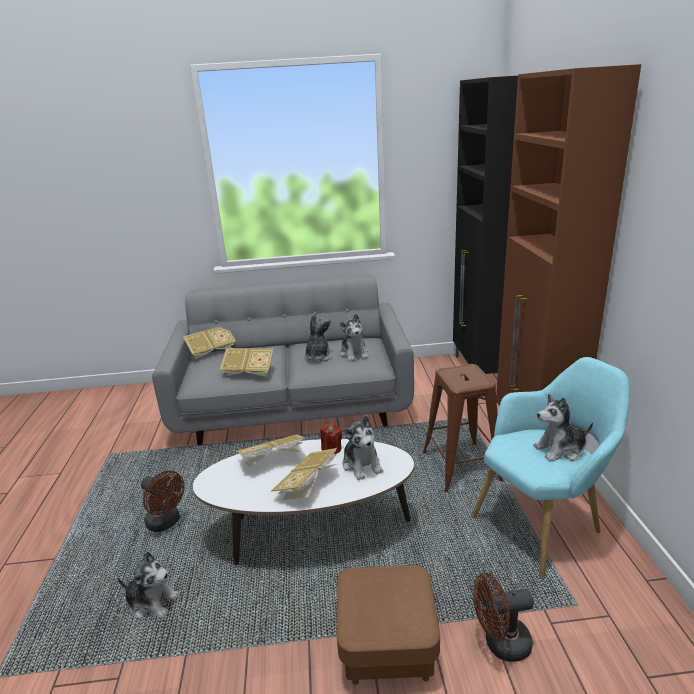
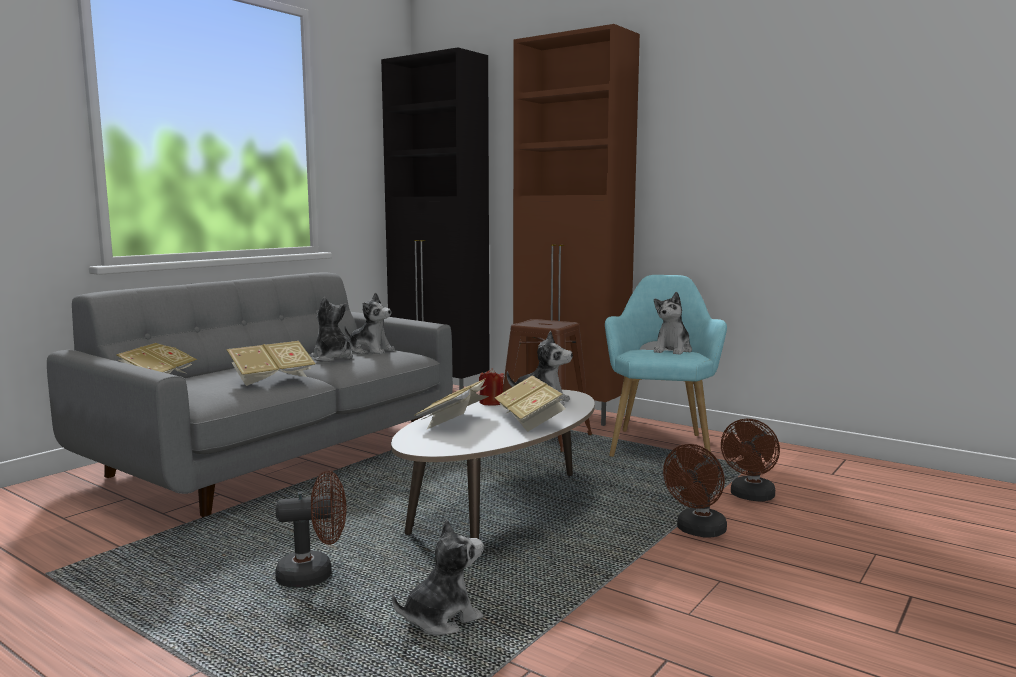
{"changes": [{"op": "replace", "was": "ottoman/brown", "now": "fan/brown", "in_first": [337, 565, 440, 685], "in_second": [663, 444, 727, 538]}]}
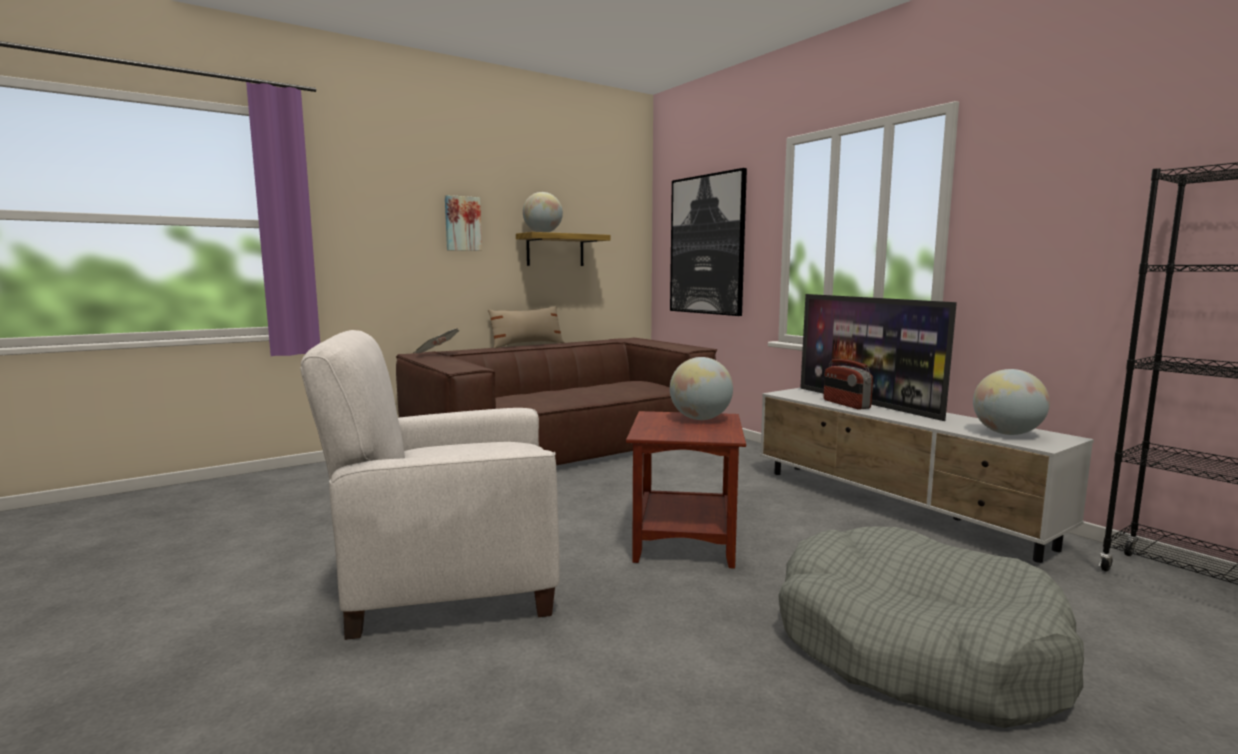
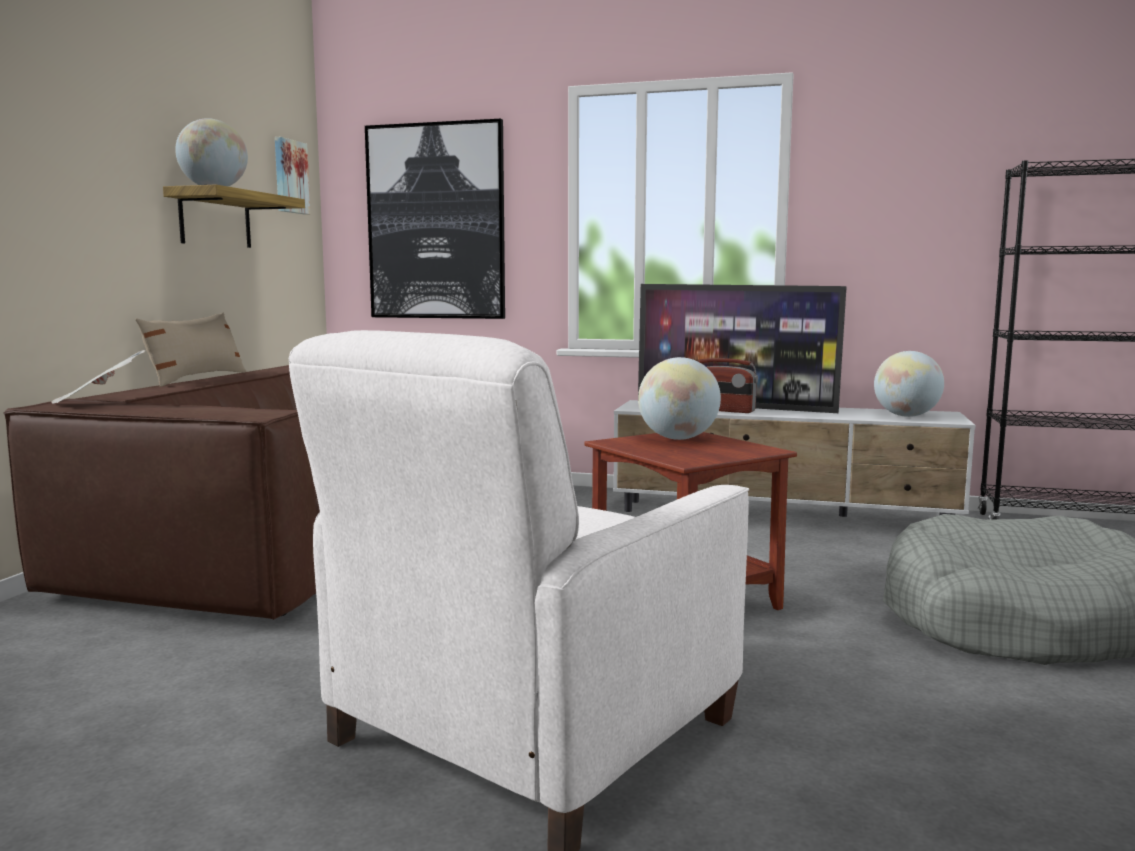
{"changes": [{"op": "move", "was": "picture", "in_first": [445, 195, 482, 251], "in_second": [275, 137, 310, 215]}]}
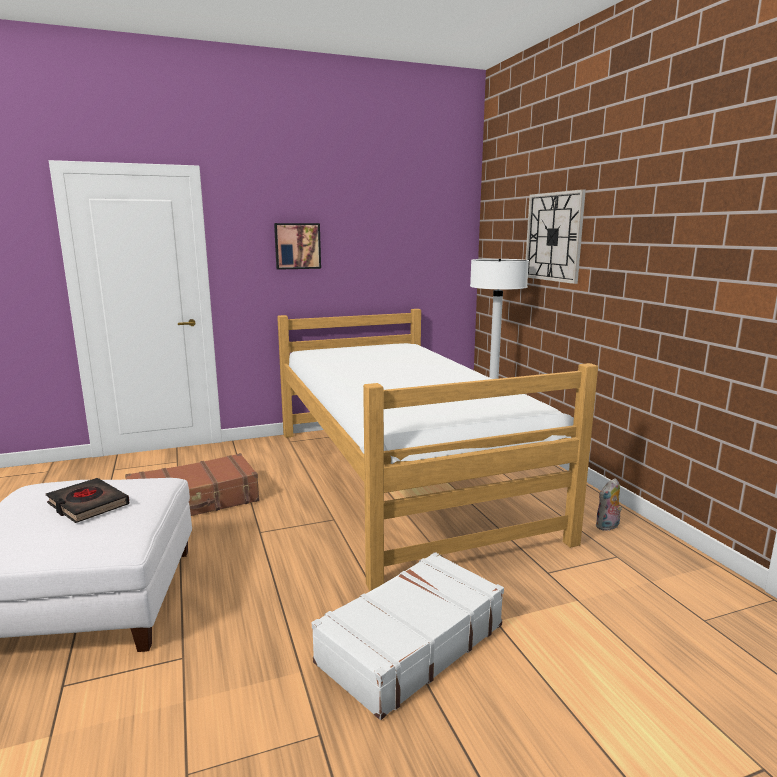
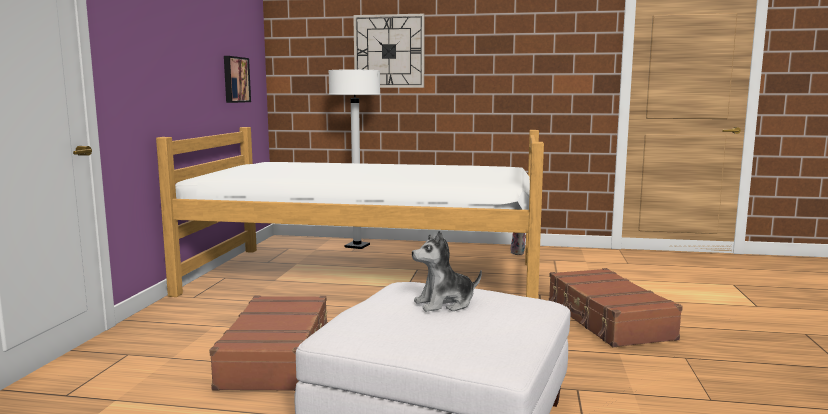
{"changes": [{"op": "replace", "was": "book/black", "now": "plush toy", "in_first": [46, 478, 129, 523], "in_second": [412, 230, 482, 312]}, {"op": "move", "was": "picture", "in_first": [274, 223, 321, 270], "in_second": [224, 56, 251, 103]}, {"op": "recolor", "was": "suitcase/white", "now": "suitcase/brown", "in_first": [312, 552, 504, 720], "in_second": [549, 268, 683, 347]}]}
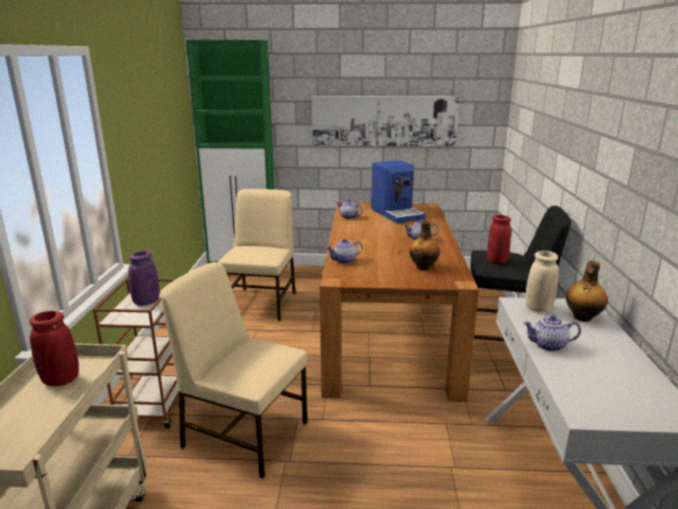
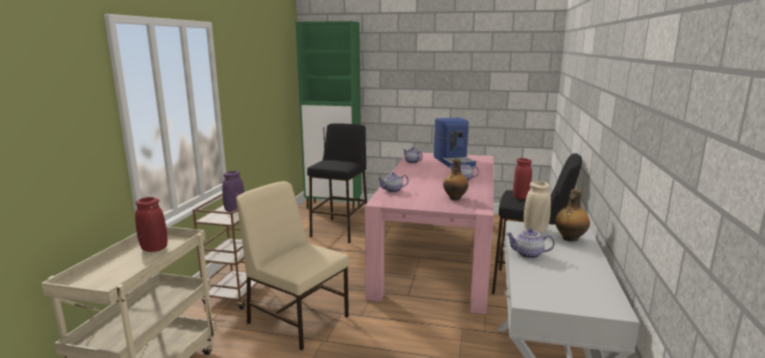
{"changes": [{"op": "replace", "was": "chair/beige", "now": "stool/black", "in_first": [218, 189, 295, 321], "in_second": [307, 123, 367, 243]}, {"op": "delete", "was": "picture", "in_first": [312, 96, 459, 146]}, {"op": "recolor", "was": "dining table/brown", "now": "dining table/pink", "in_first": [320, 203, 479, 402], "in_second": [365, 153, 494, 315]}]}
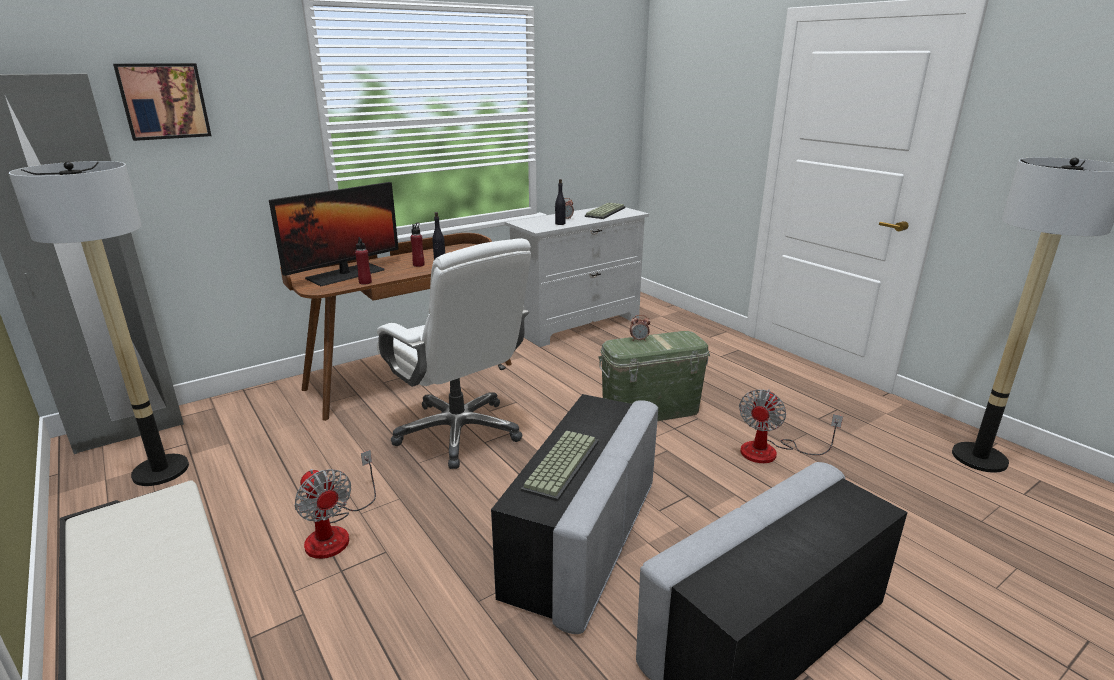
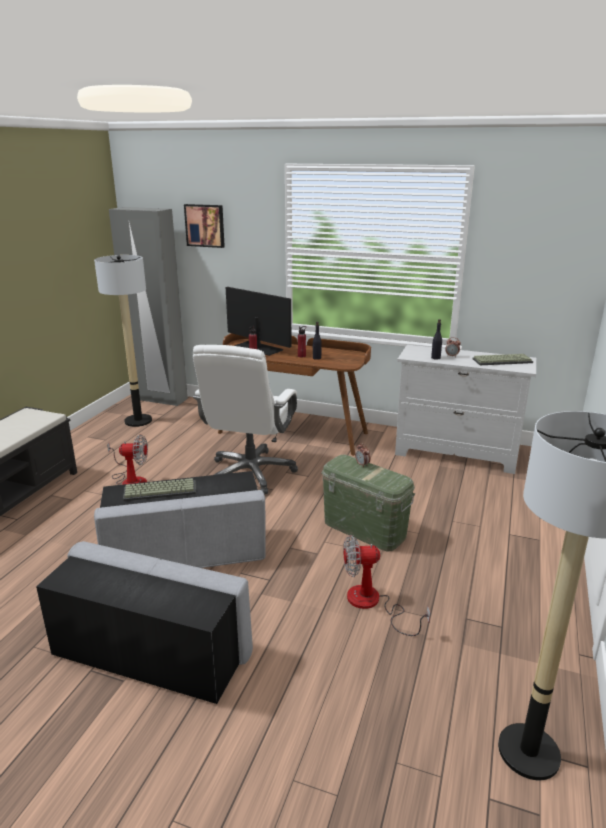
{"changes": [{"op": "rotate", "was": "monitor", "in_first": [269, 182, 399, 286], "in_second": [226, 287, 292, 356], "clockwise": -150}, {"op": "rotate", "was": "fan", "in_first": [294, 450, 376, 559], "in_second": [107, 435, 148, 485], "clockwise": -105}]}
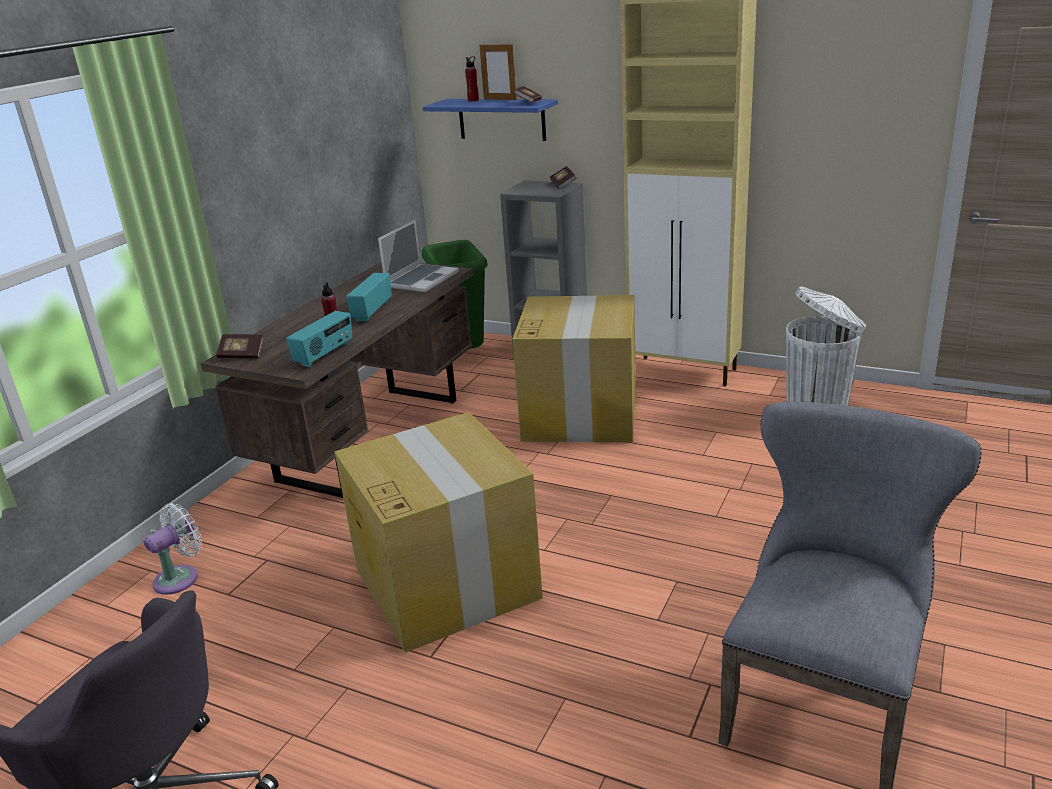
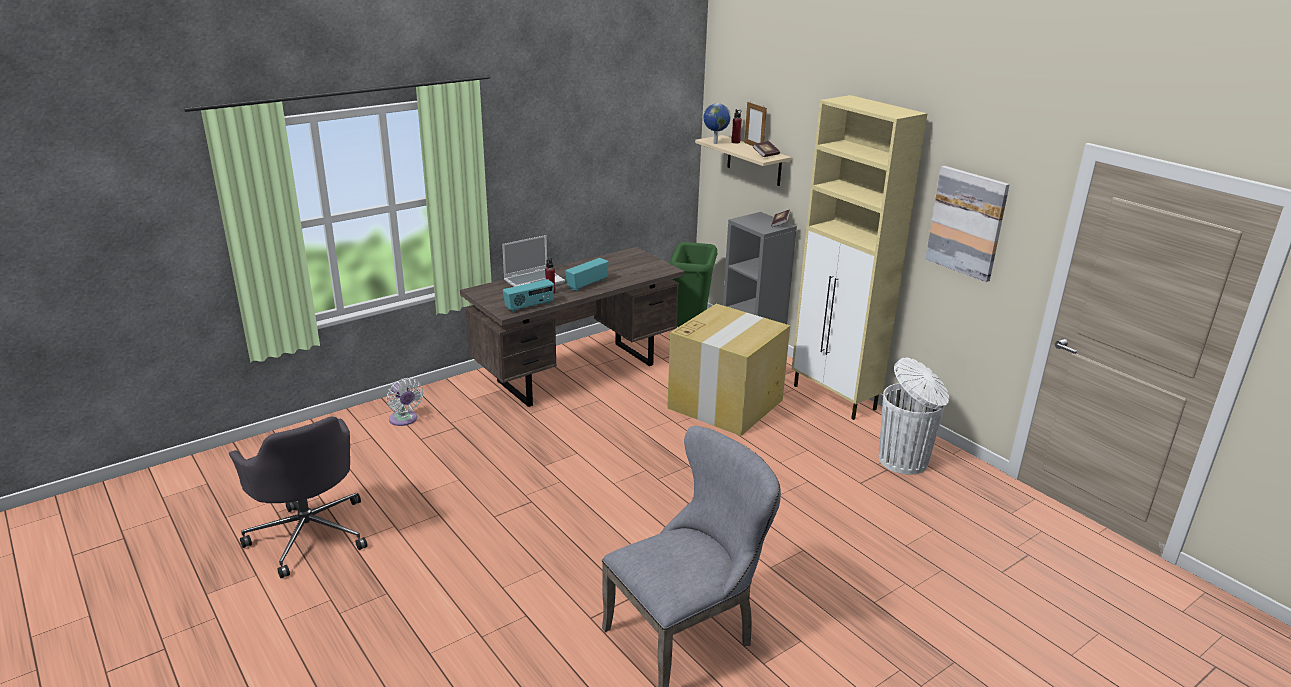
{"changes": [{"op": "rotate", "was": "fan/white", "in_first": [144, 503, 202, 595], "in_second": [386, 378, 423, 426], "clockwise": 75}, {"op": "delete", "was": "book", "in_first": [216, 334, 264, 359]}, {"op": "delete", "was": "cardboard box", "in_first": [334, 412, 543, 653]}, {"op": "move", "was": "laptop", "in_first": [378, 220, 459, 292], "in_second": [502, 235, 565, 287]}, {"op": "recolor", "was": "shelf/blue", "now": "shelf/beige", "in_first": [423, 99, 558, 141], "in_second": [695, 135, 791, 186]}, {"op": "insert", "now": "globe", "in_second": [704, 103, 731, 144]}, {"op": "insert", "now": "picture", "in_second": [925, 166, 1010, 282]}]}
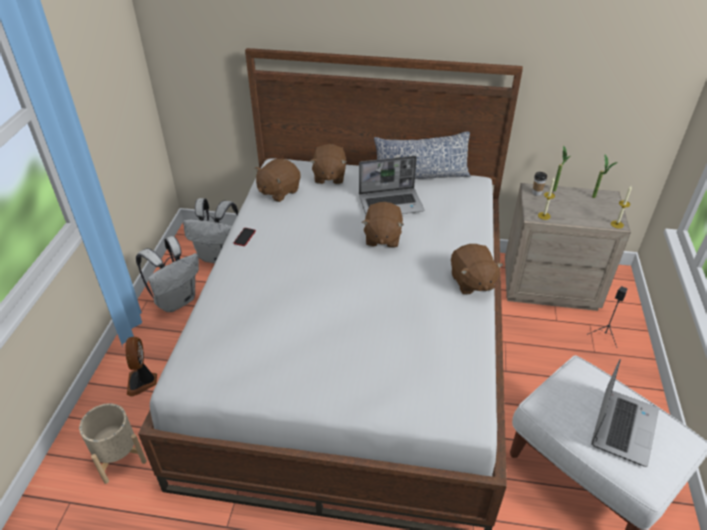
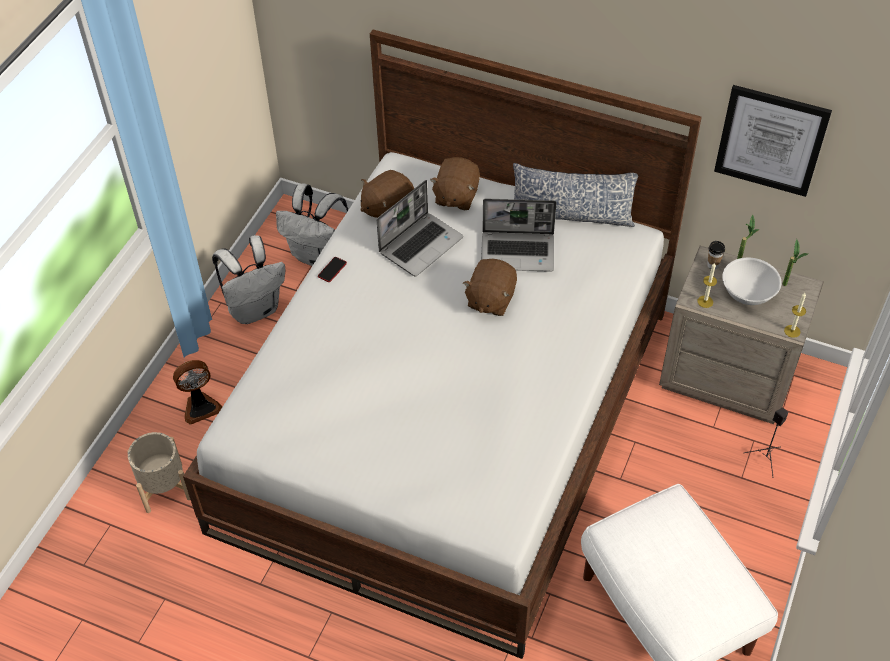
{"changes": [{"op": "rotate", "was": "fan", "in_first": [126, 337, 157, 396], "in_second": [173, 360, 222, 425], "clockwise": -120}, {"op": "delete", "was": "plush toy/brown", "in_first": [451, 244, 503, 295]}, {"op": "move", "was": "laptop", "in_first": [591, 359, 659, 467], "in_second": [377, 180, 463, 276]}, {"op": "insert", "now": "picture", "in_second": [714, 85, 832, 197]}, {"op": "insert", "now": "bowl/white", "in_second": [722, 258, 782, 305]}]}
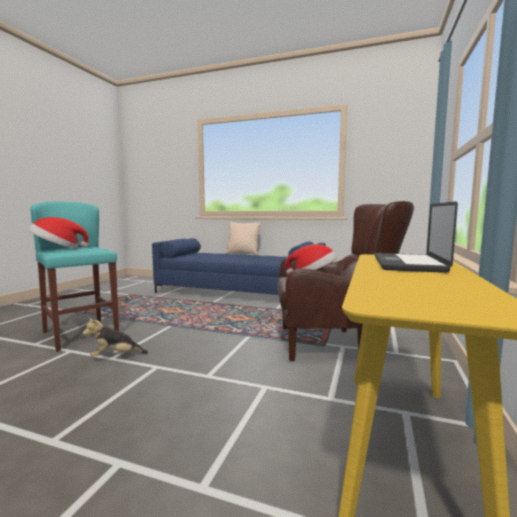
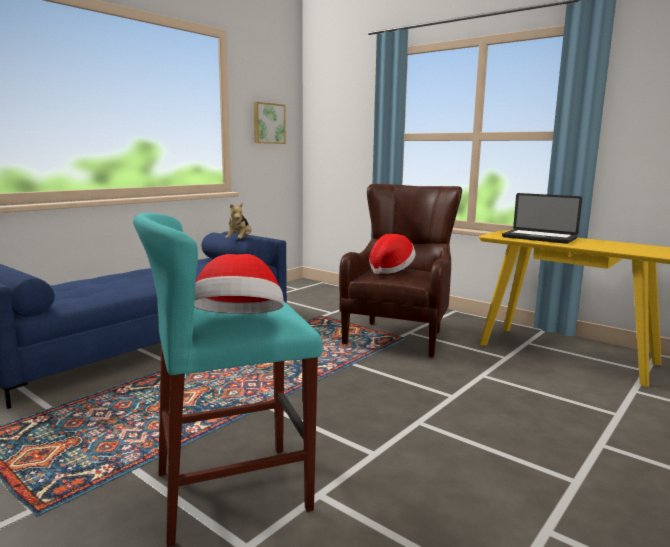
{"changes": [{"op": "move", "was": "plush toy", "in_first": [83, 317, 148, 357], "in_second": [225, 203, 251, 239]}, {"op": "delete", "was": "pillow/beige", "in_first": [225, 222, 261, 255]}, {"op": "insert", "now": "picture", "in_second": [254, 102, 286, 144]}]}
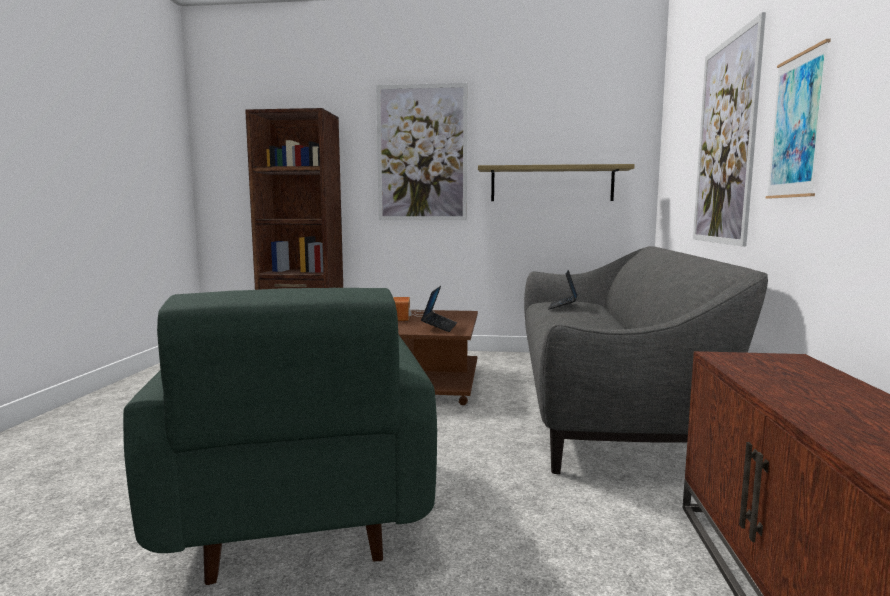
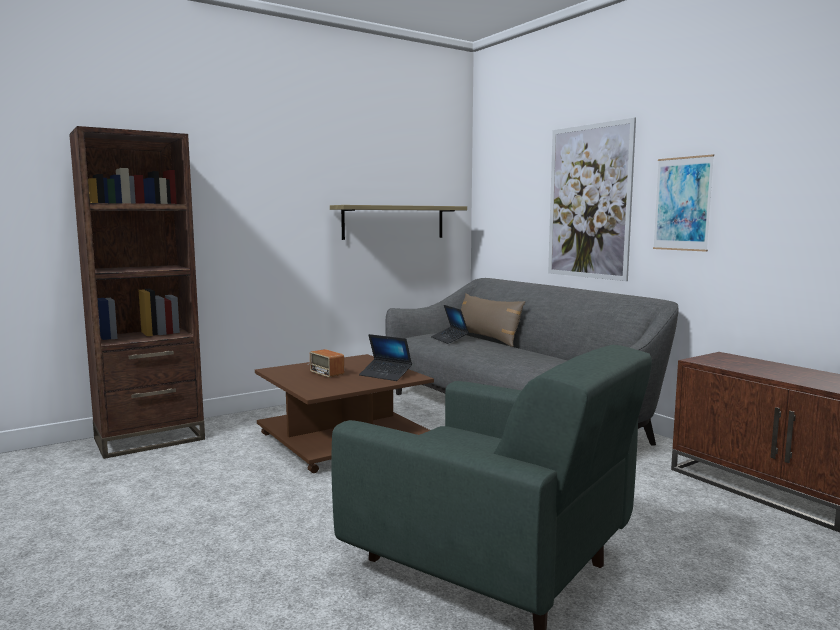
{"changes": [{"op": "delete", "was": "picture", "in_first": [376, 83, 468, 220]}, {"op": "rotate", "was": "laptop", "in_first": [421, 286, 457, 332], "in_second": [359, 334, 412, 381], "clockwise": 150}, {"op": "insert", "now": "pillow/brown", "in_second": [461, 293, 525, 347]}]}
